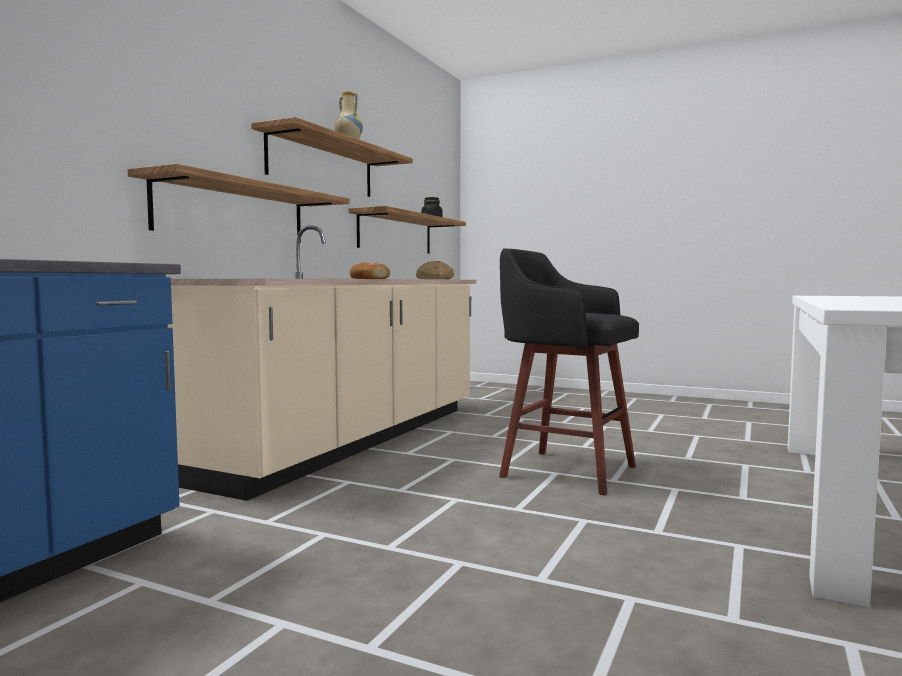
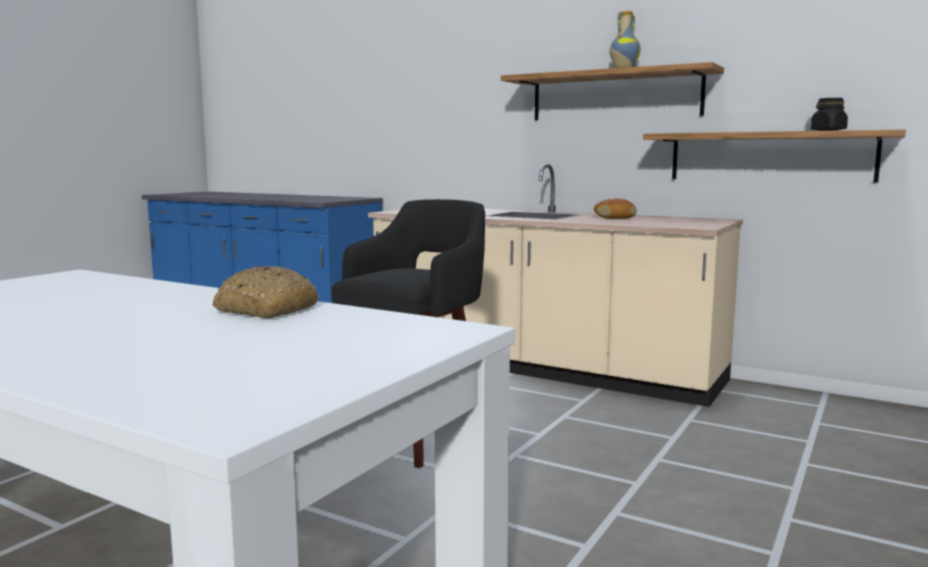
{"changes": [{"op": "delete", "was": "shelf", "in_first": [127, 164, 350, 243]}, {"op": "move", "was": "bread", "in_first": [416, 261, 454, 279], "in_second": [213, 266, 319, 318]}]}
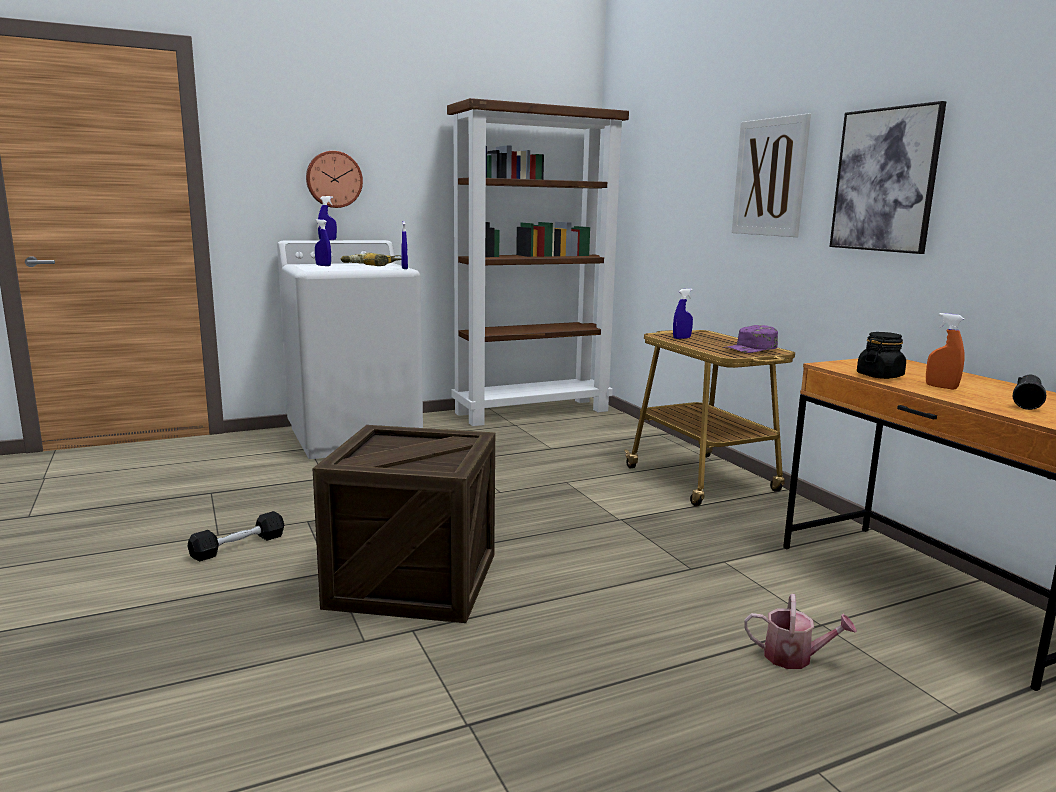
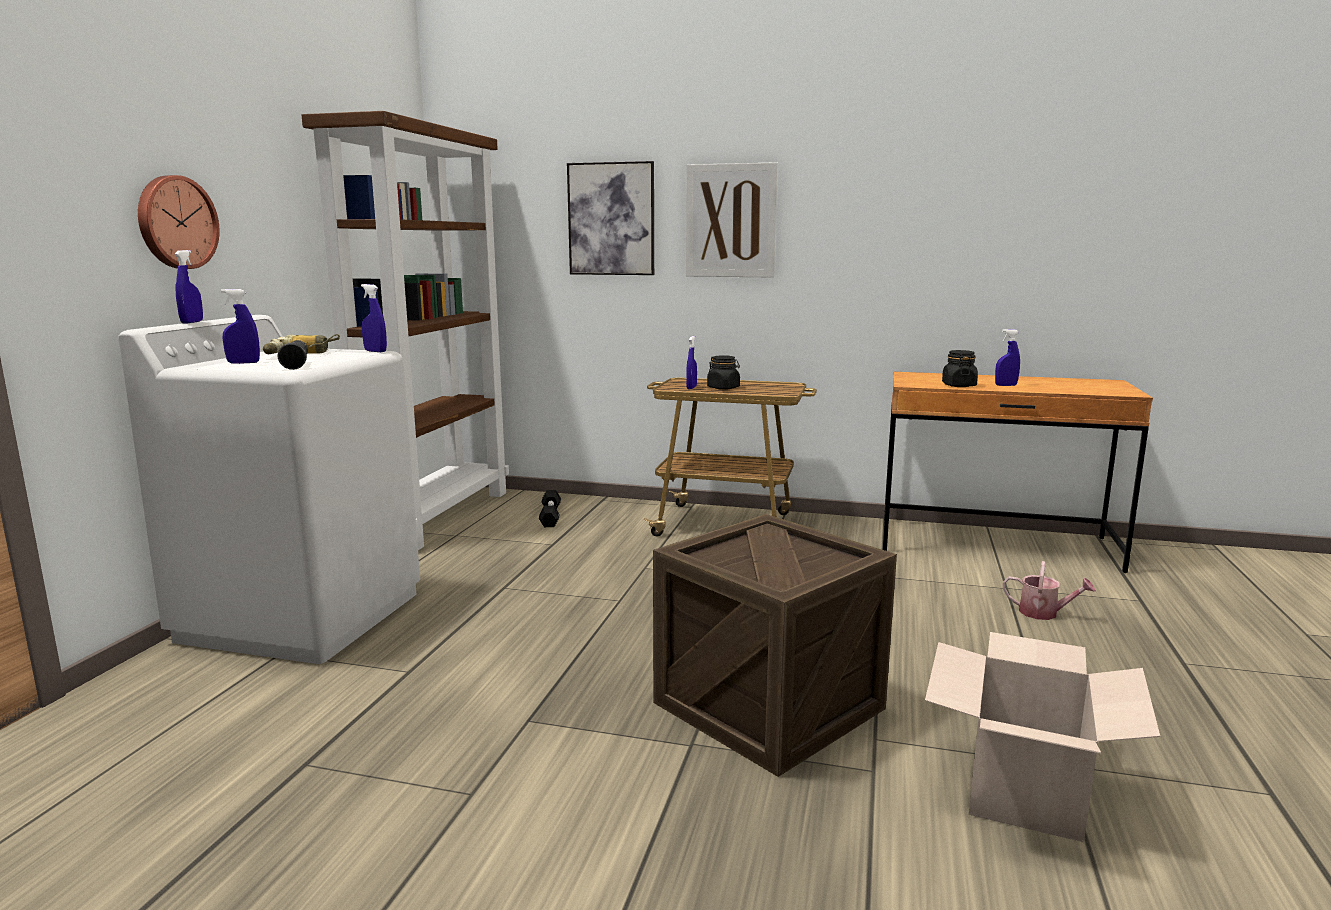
{"changes": [{"op": "move", "was": "dumbbell/black", "in_first": [187, 511, 284, 561], "in_second": [539, 490, 561, 527]}, {"op": "delete", "was": "cap/purple", "in_first": [723, 325, 778, 353]}, {"op": "rotate", "was": "watering can", "in_first": [744, 594, 857, 669], "in_second": [1003, 561, 1096, 620], "clockwise": 60}, {"op": "move", "was": "picture", "in_first": [829, 101, 946, 254], "in_second": [567, 161, 654, 275]}, {"op": "recolor", "was": "spray bottle/orange", "now": "spray bottle/blue", "in_first": [926, 313, 965, 390], "in_second": [995, 329, 1020, 386]}, {"op": "move", "was": "flashlight/black", "in_first": [1013, 375, 1046, 410], "in_second": [278, 340, 308, 370]}, {"op": "insert", "now": "jar/black", "in_second": [707, 355, 740, 390]}, {"op": "insert", "now": "cardboard box", "in_second": [925, 632, 1160, 842]}]}
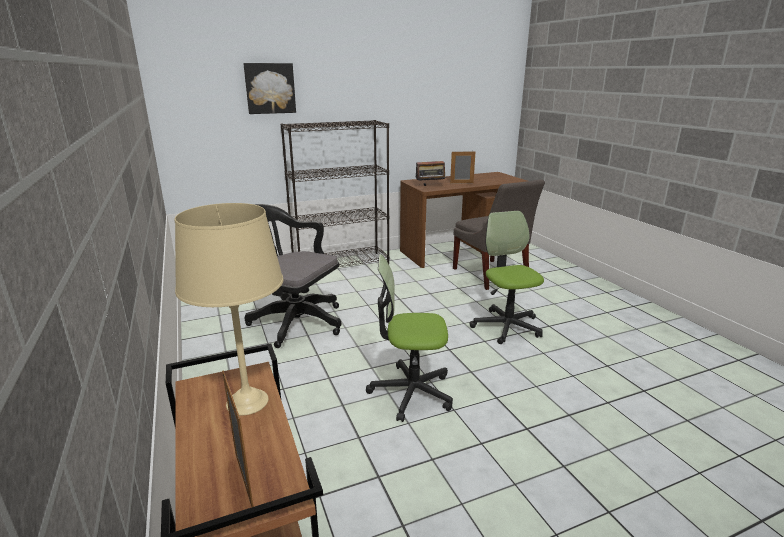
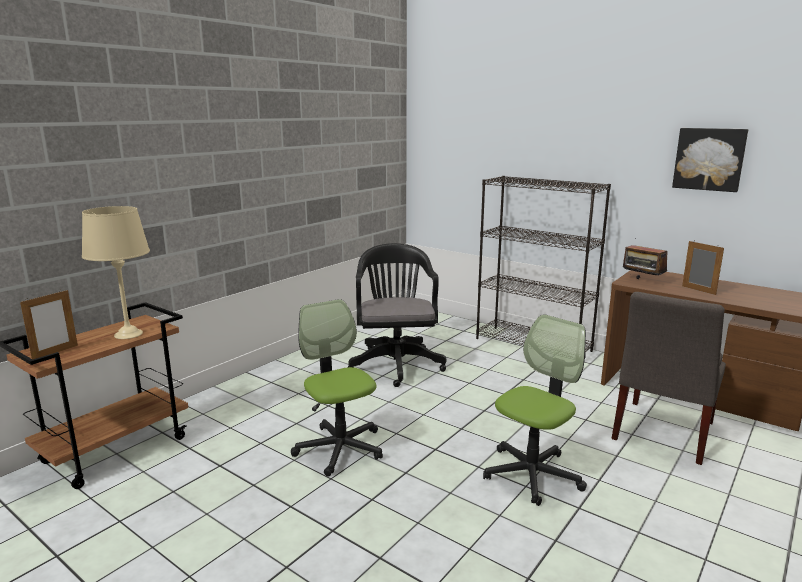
{"changes": [{"op": "move", "was": "picture", "in_first": [243, 63, 296, 114], "in_second": [672, 128, 748, 192]}]}
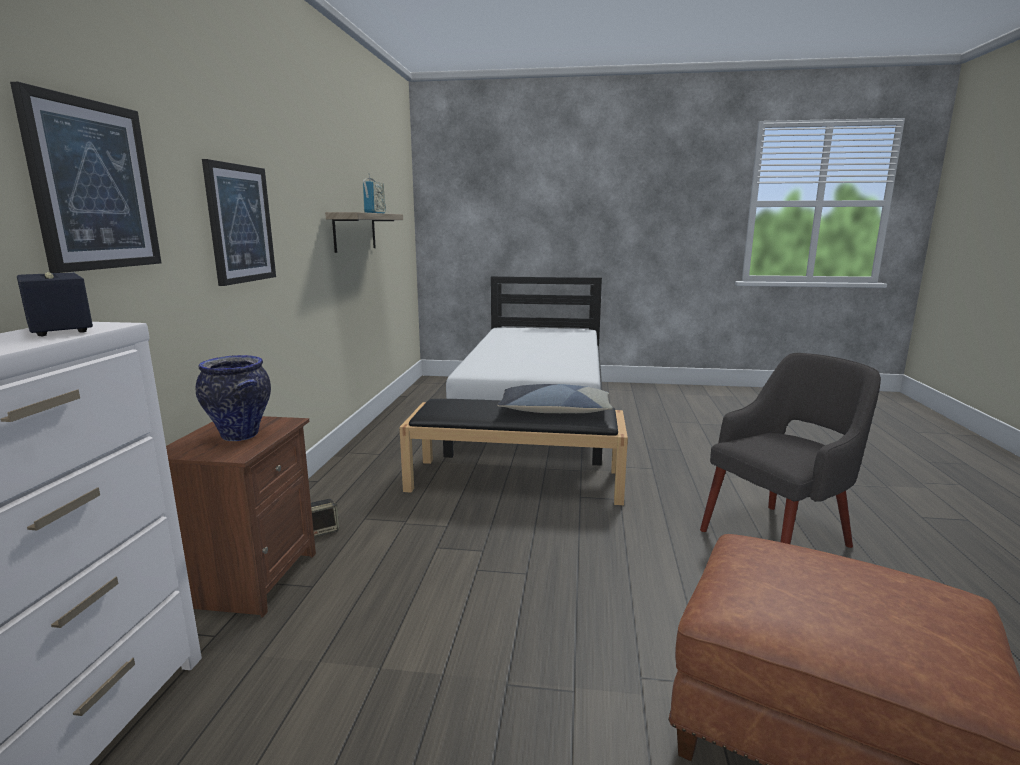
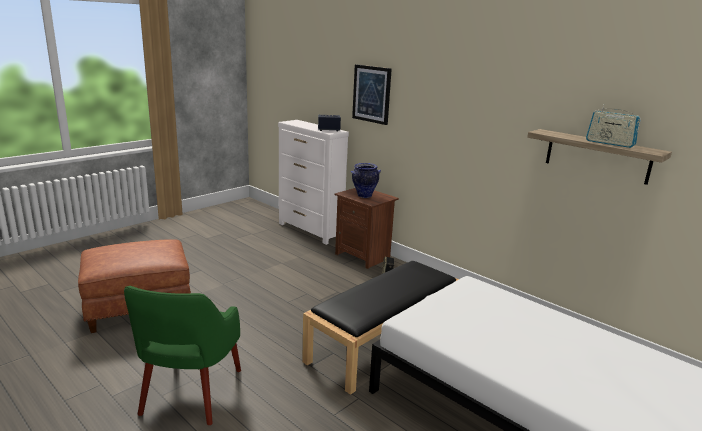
{"changes": [{"op": "delete", "was": "picture", "in_first": [202, 159, 276, 286]}, {"op": "delete", "was": "pillow", "in_first": [497, 384, 613, 413]}, {"op": "recolor", "was": "armchair/grey", "now": "armchair/green", "in_first": [700, 353, 881, 548], "in_second": [124, 286, 241, 425]}]}
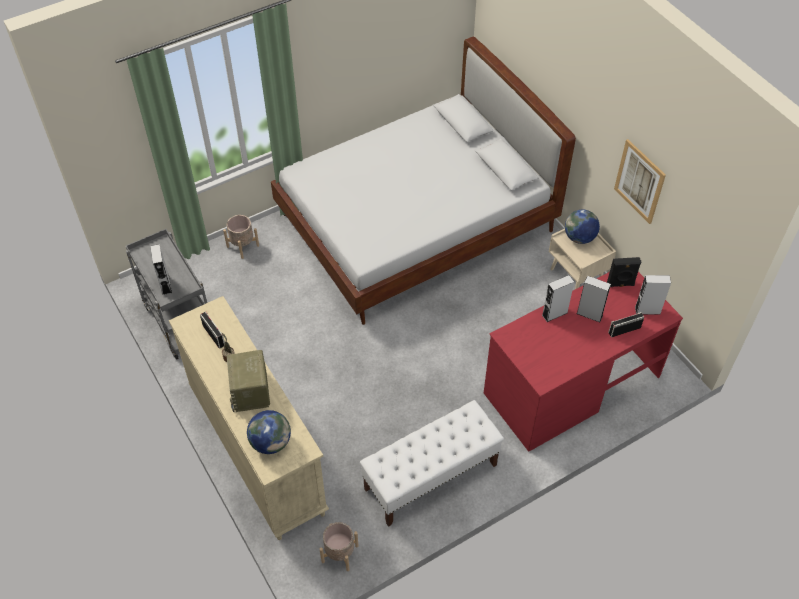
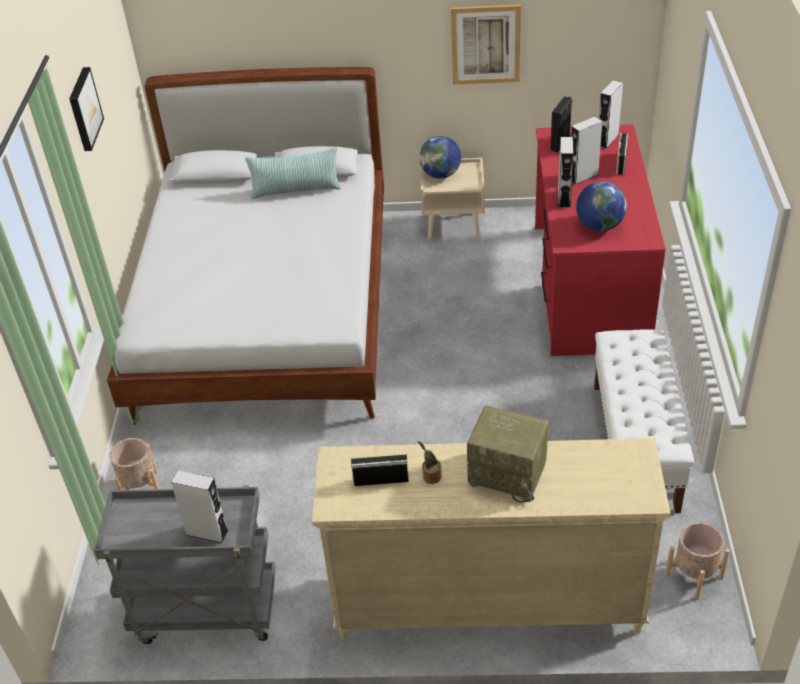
{"changes": [{"op": "move", "was": "globe", "in_first": [247, 410, 291, 454], "in_second": [576, 181, 627, 231]}, {"op": "insert", "now": "picture", "in_second": [69, 67, 104, 151]}, {"op": "insert", "now": "pillow", "in_second": [245, 147, 341, 199]}]}
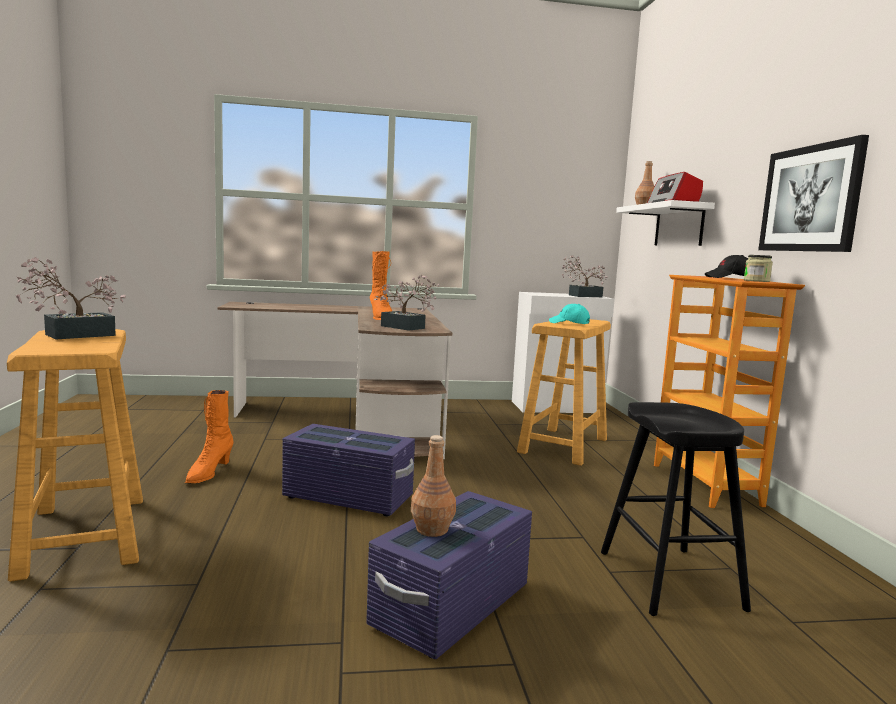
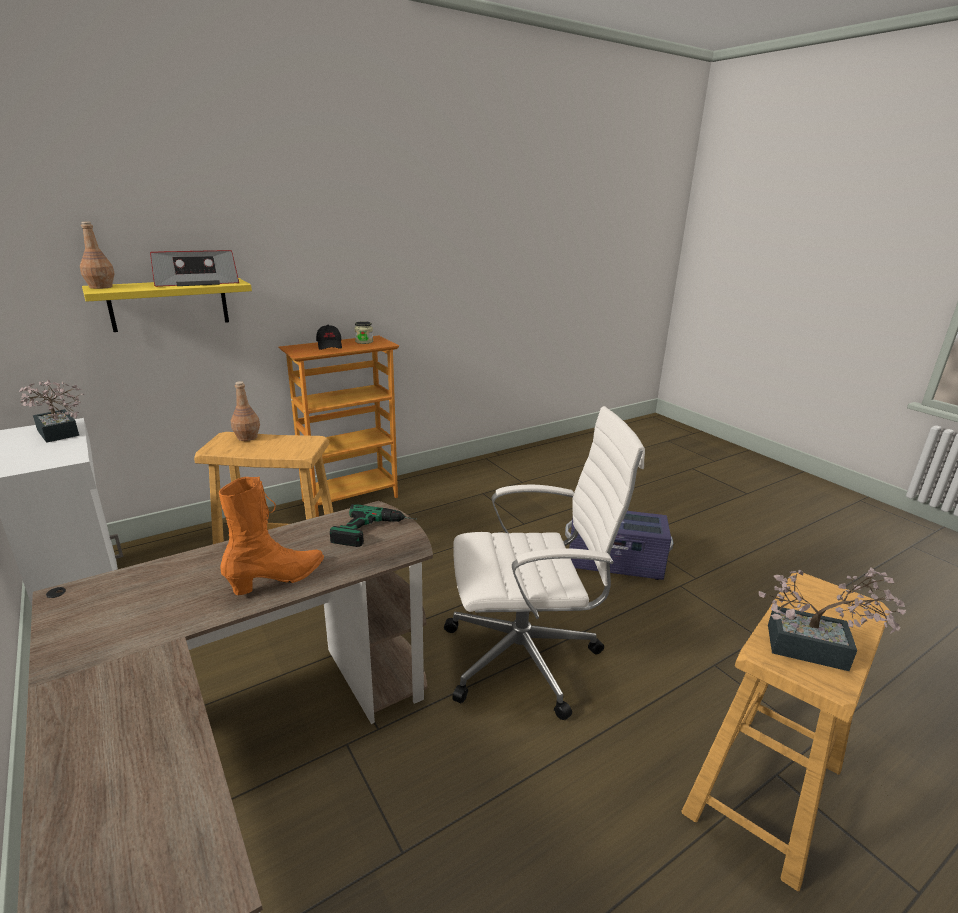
{"changes": [{"op": "delete", "was": "boot/orange", "in_first": [185, 390, 234, 484]}, {"op": "replace", "was": "storage box/purple", "now": "office chair/white", "in_first": [282, 424, 415, 517], "in_second": [444, 406, 645, 720]}, {"op": "replace", "was": "potted plant", "now": "power drill", "in_first": [374, 275, 439, 331], "in_second": [330, 504, 417, 547]}, {"op": "move", "was": "bottle/brown", "in_first": [411, 435, 456, 537], "in_second": [231, 381, 260, 441]}, {"op": "delete", "was": "cap/turquoise", "in_first": [549, 304, 590, 324]}, {"op": "delete", "was": "stool/black", "in_first": [601, 402, 751, 616]}, {"op": "recolor", "was": "shelf/white", "now": "shelf/yellow", "in_first": [616, 200, 715, 246], "in_second": [82, 278, 252, 332]}, {"op": "delete", "was": "picture", "in_first": [758, 135, 869, 252]}]}
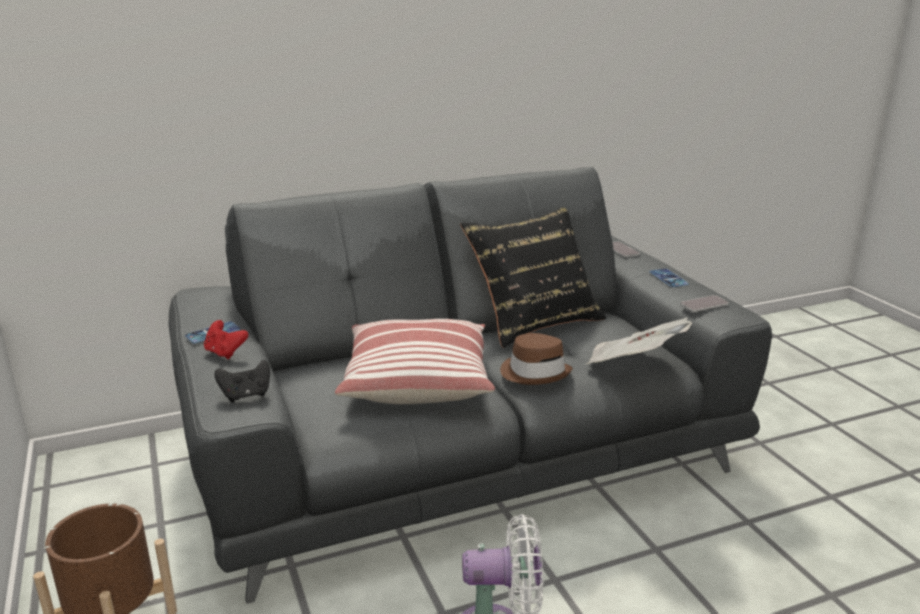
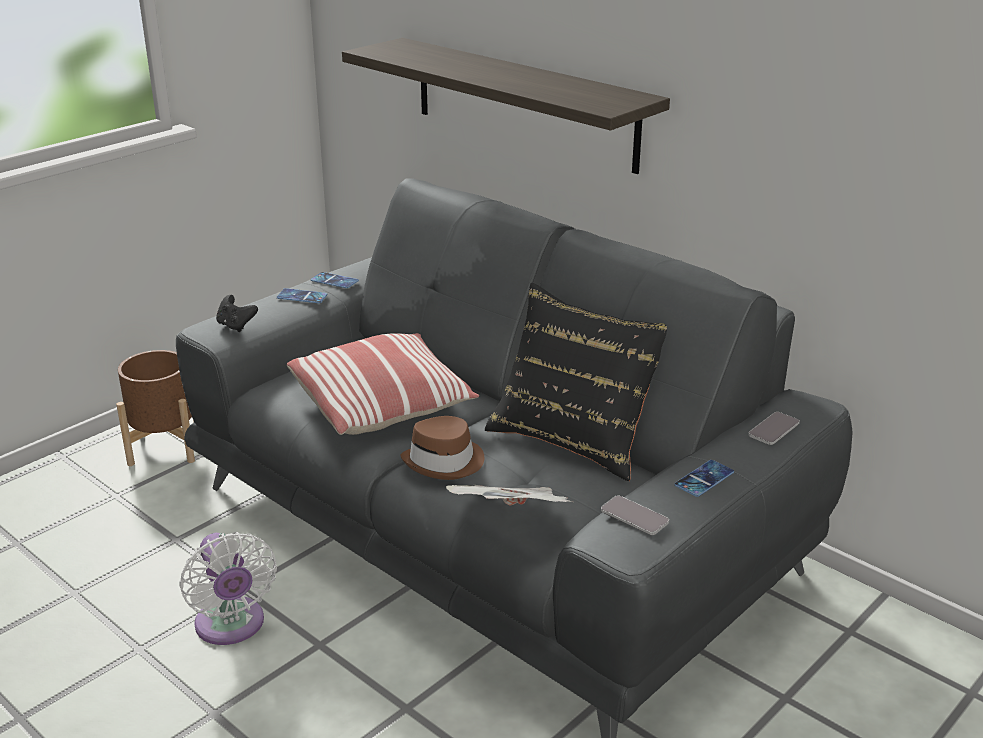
{"changes": [{"op": "replace", "was": "game controller/red", "now": "phone", "in_first": [204, 320, 249, 359], "in_second": [277, 288, 327, 303]}, {"op": "insert", "now": "shelf", "in_second": [342, 38, 670, 174]}]}
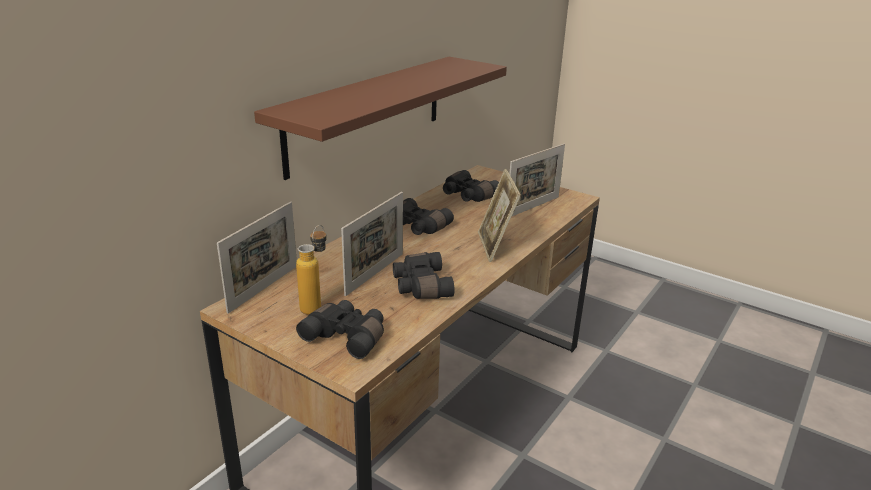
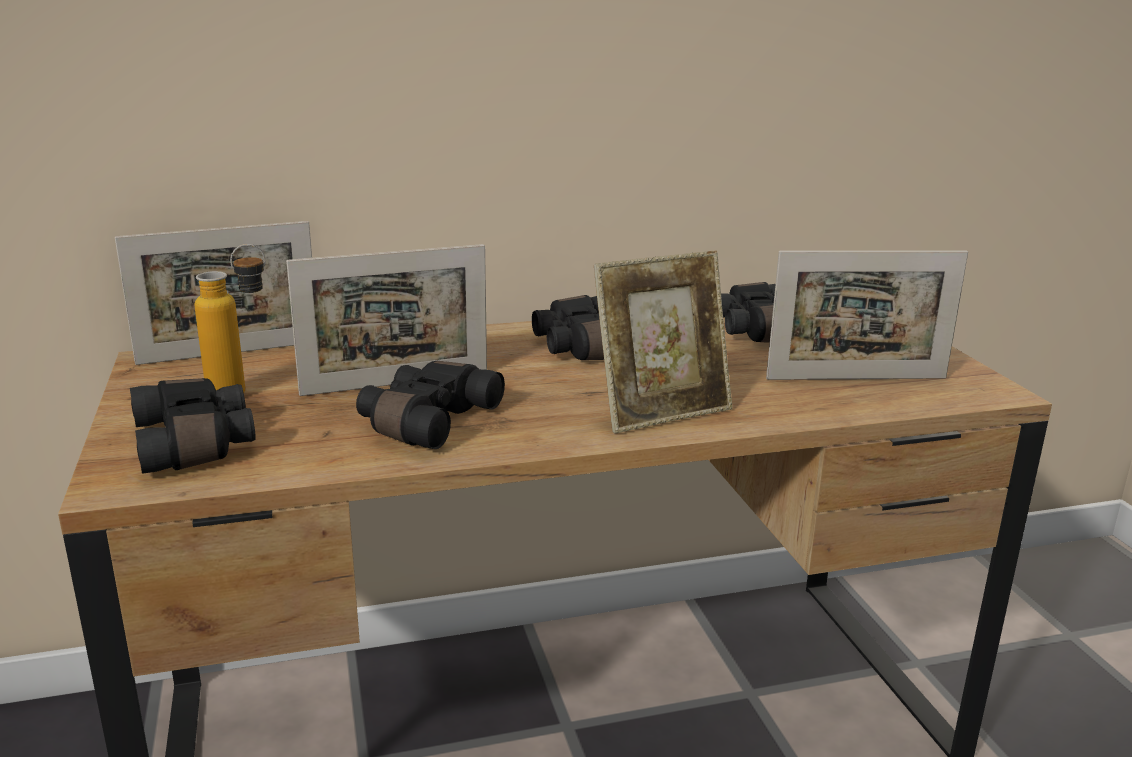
{"changes": [{"op": "delete", "was": "shelf/brown", "in_first": [254, 57, 507, 180]}, {"op": "rotate", "was": "picture frame", "in_first": [478, 169, 521, 262], "in_second": [594, 250, 732, 433], "clockwise": -150}]}
